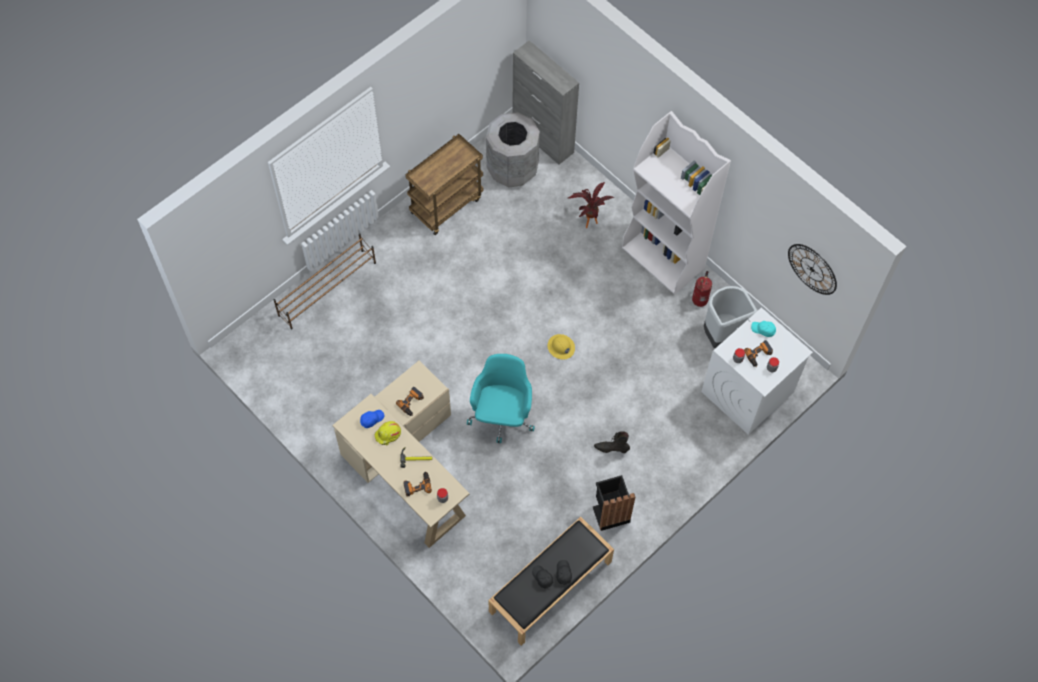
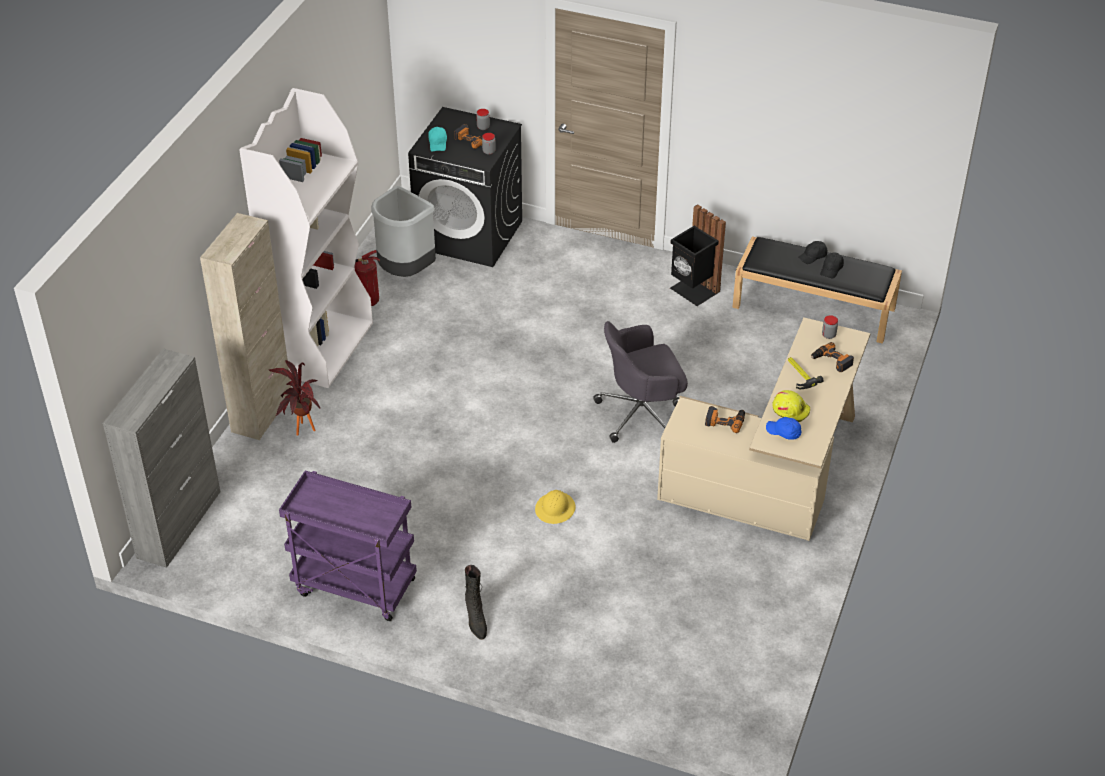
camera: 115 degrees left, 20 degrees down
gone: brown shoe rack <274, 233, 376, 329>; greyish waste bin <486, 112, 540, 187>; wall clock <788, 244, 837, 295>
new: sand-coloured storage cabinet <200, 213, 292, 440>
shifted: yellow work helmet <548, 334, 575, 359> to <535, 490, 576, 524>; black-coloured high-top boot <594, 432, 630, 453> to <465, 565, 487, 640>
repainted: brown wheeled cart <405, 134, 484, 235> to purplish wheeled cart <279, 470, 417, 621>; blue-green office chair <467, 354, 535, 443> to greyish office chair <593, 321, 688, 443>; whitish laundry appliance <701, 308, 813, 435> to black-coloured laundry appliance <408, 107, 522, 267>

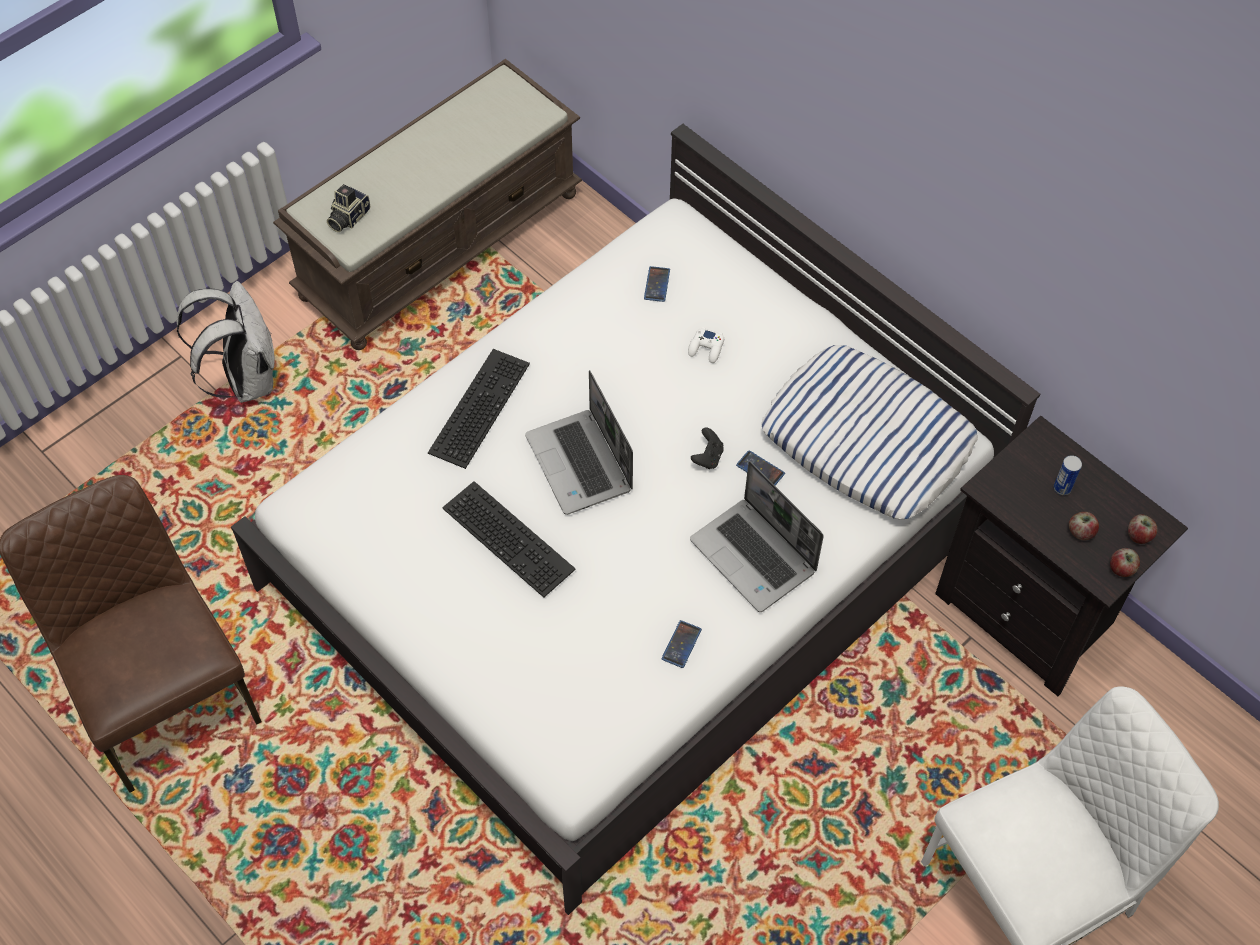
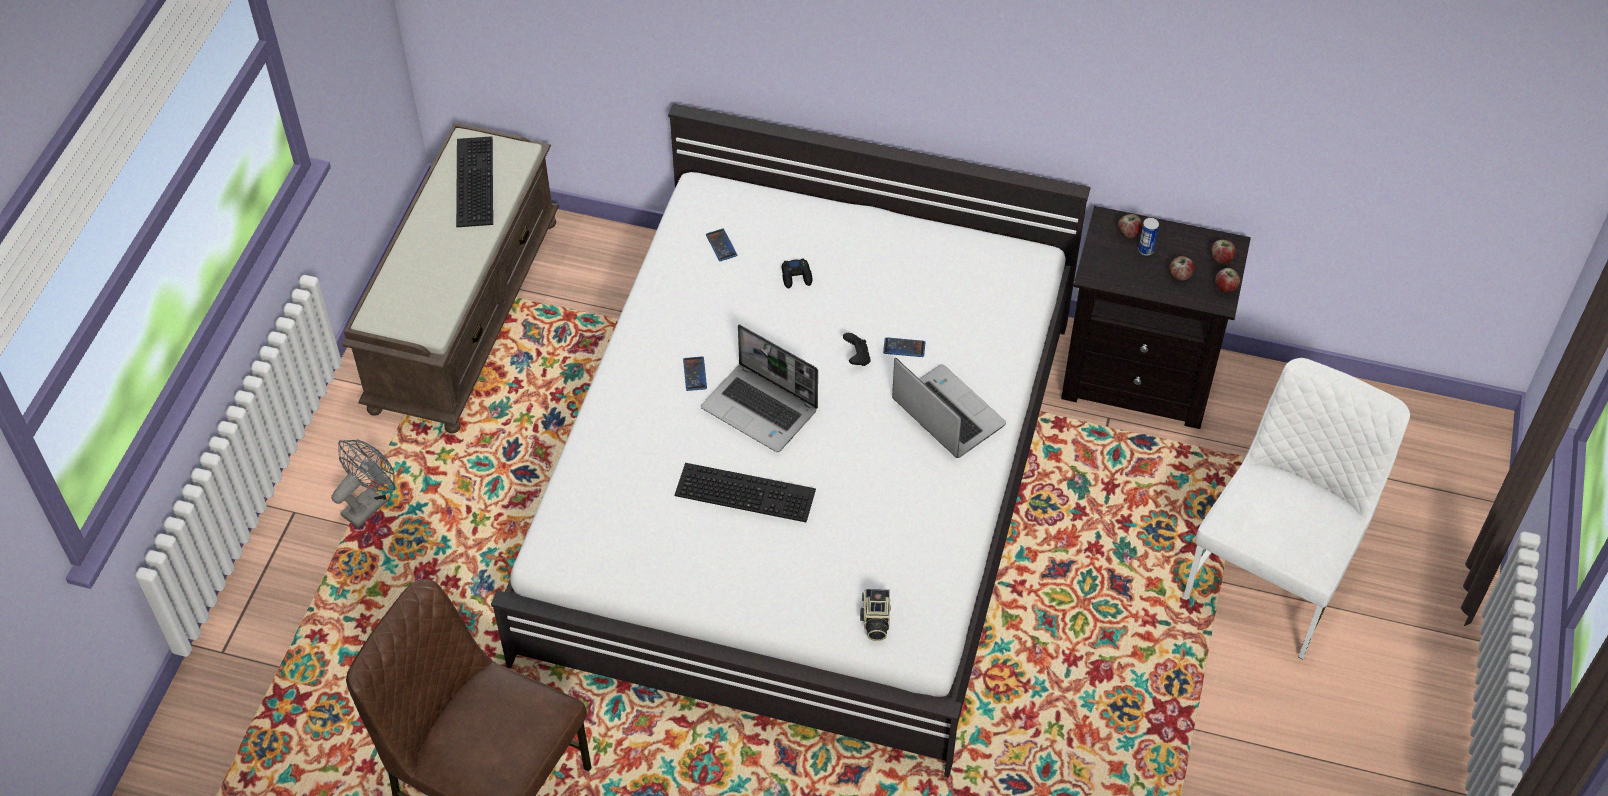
camera: 30 degrees left, 5 degrees down
gone: throw pillow <762, 345, 978, 520>
new: apple <1118, 214, 1143, 238>
shifted: photo camera <327, 185, 370, 232> to <860, 589, 891, 641>; keyboard <428, 349, 530, 469> to <456, 136, 493, 227>; handset <662, 620, 702, 668> to <683, 356, 707, 391>
swapped: whitish knapsack <177, 281, 275, 403> to greyish fan <331, 440, 395, 528>
repainted: whitish joypad <688, 327, 724, 363> to black-coloured joypad <782, 258, 812, 288>
rotated: notebook computer <690, 461, 824, 612> = <892, 358, 1006, 458> 150 degrees counterclockwise

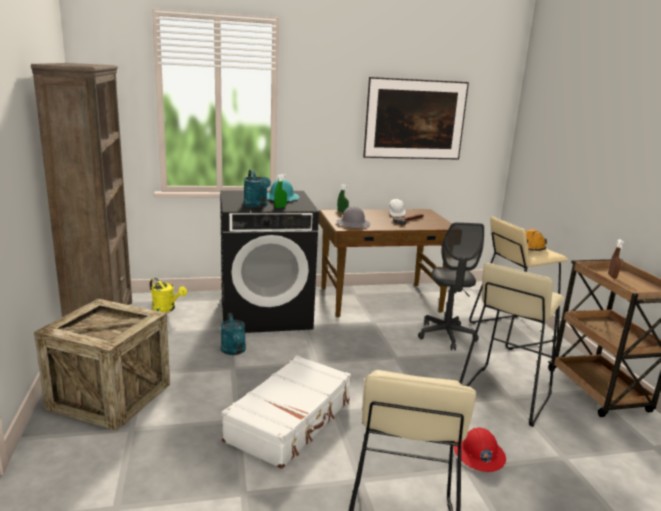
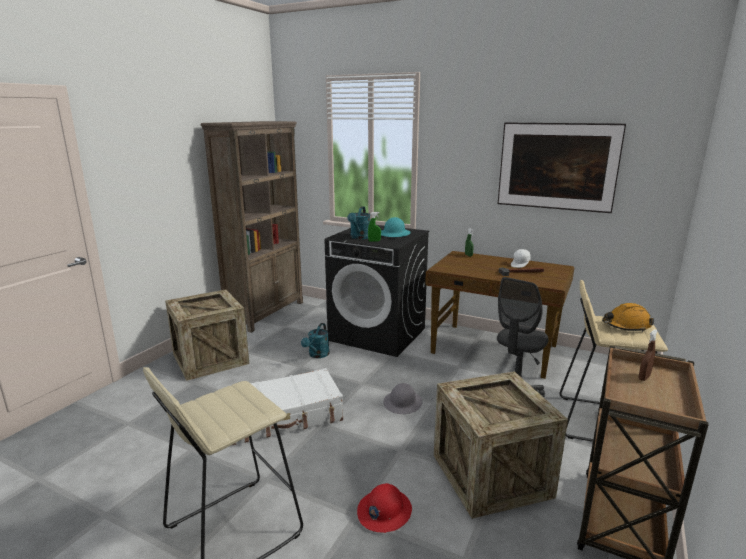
camera: 40 degrees right, 0 degrees up
gone: yellow watering pot <150, 278, 187, 312>
shifted: greyish work helmet <336, 206, 371, 228> to <383, 383, 423, 414>
swapped: sand-coloured sitting stool <459, 263, 564, 427> to packing crate <434, 371, 568, 519>

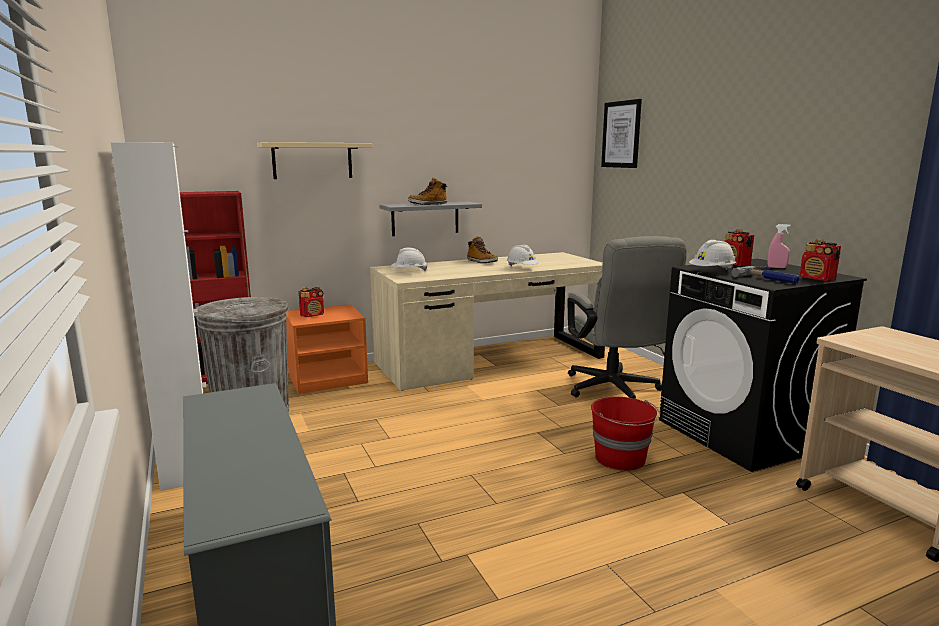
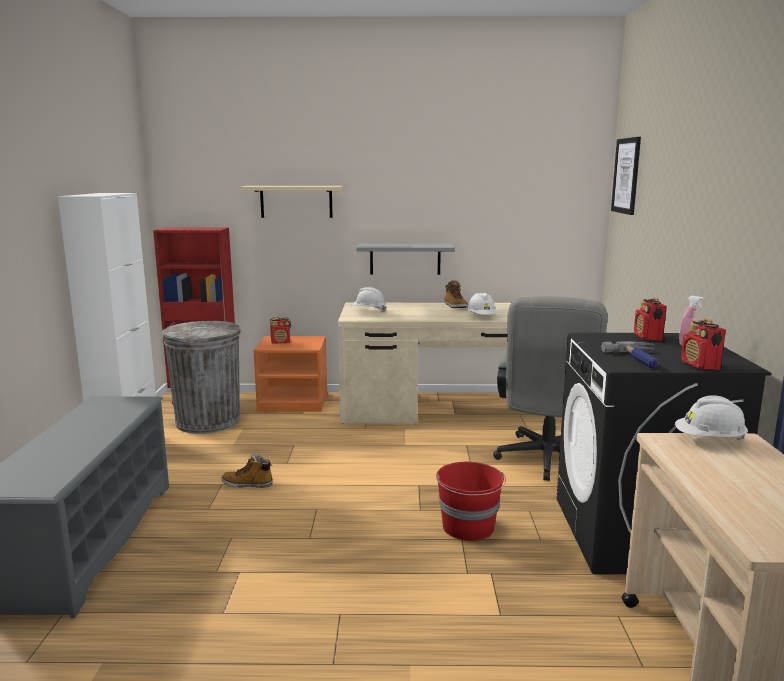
camera: 25 degrees right, 0 degrees up
shifted: high-top boot <408, 177, 447, 205> to <222, 453, 273, 488>; whitish work helmet <689, 240, 736, 270> to <675, 395, 748, 440>

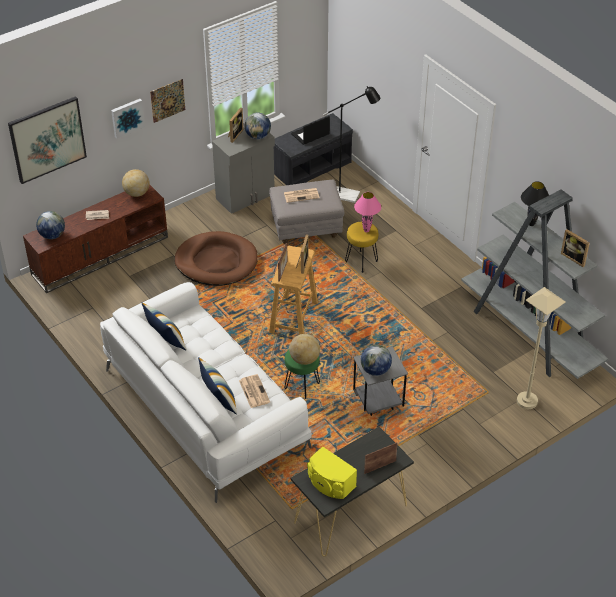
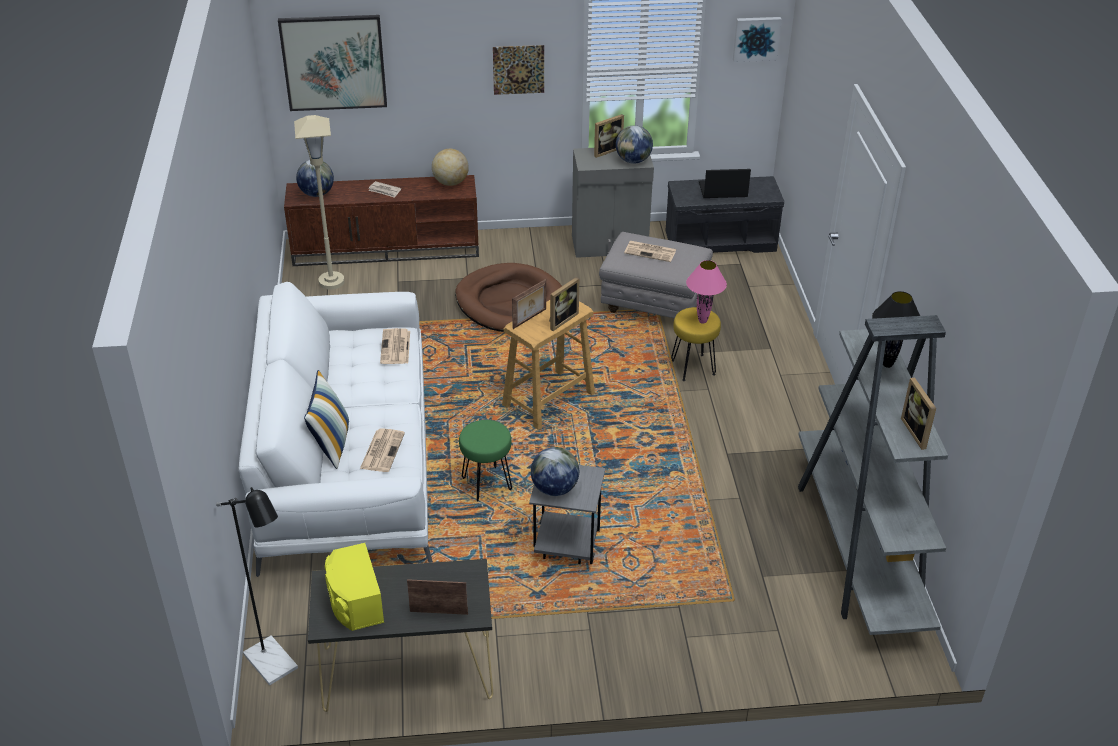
camera: 30 degrees right, 5 degrees down
gone: throw pillow <142, 303, 187, 350>; world globe <289, 334, 320, 365>
new: printed paper <380, 328, 410, 364>
shifted: wall art <111, 99, 145, 138> to <733, 17, 782, 62>; black-coloured standard lamp <323, 86, 381, 203> to <216, 487, 298, 685>; sand-coloured standard lamp <517, 287, 566, 409> to <294, 115, 345, 290>

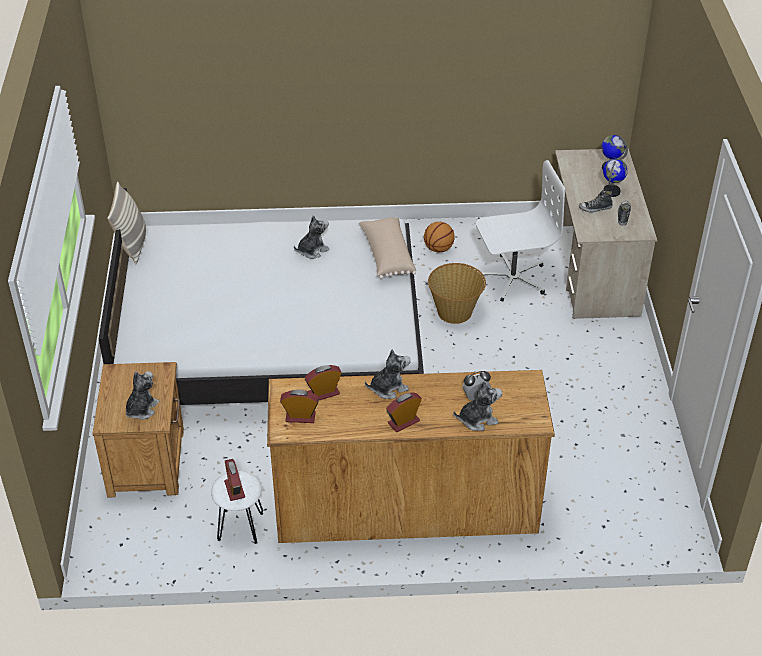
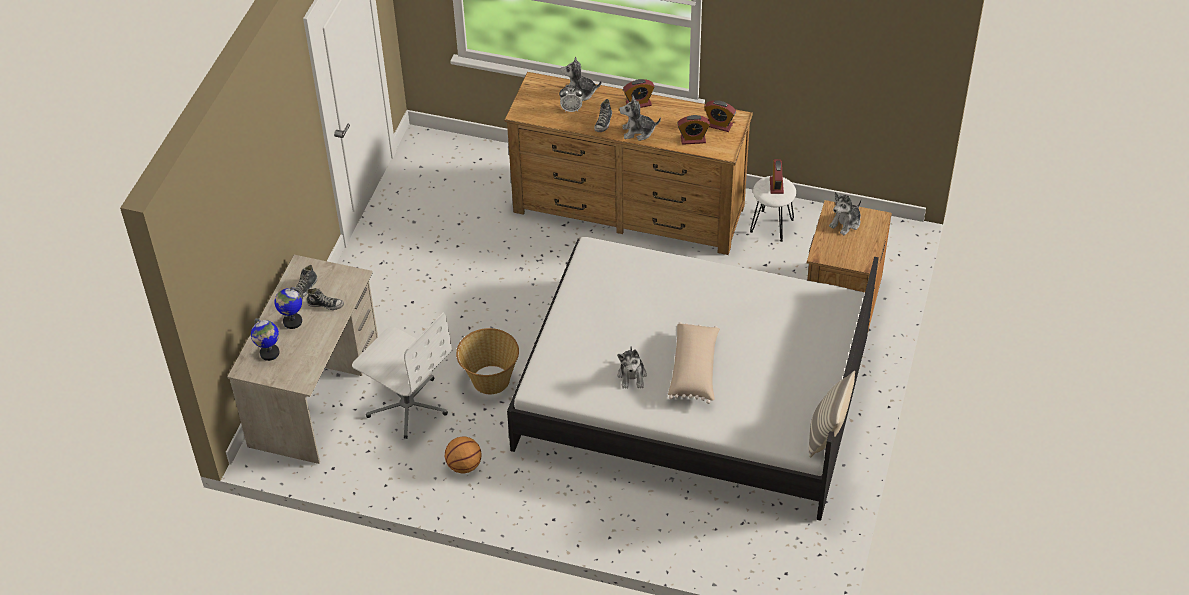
camera: 160 degrees left, 5 degrees up
new: shoe <594, 99, 612, 132>
shifted: sand-coloured throw pillow <359, 217, 416, 279> to <668, 322, 720, 404>
rotated: soft toy <294, 215, 330, 259> = <617, 346, 647, 389> 75 degrees counterclockwise; whitish office chair <476, 160, 565, 302> = <352, 313, 452, 439> 150 degrees counterclockwise

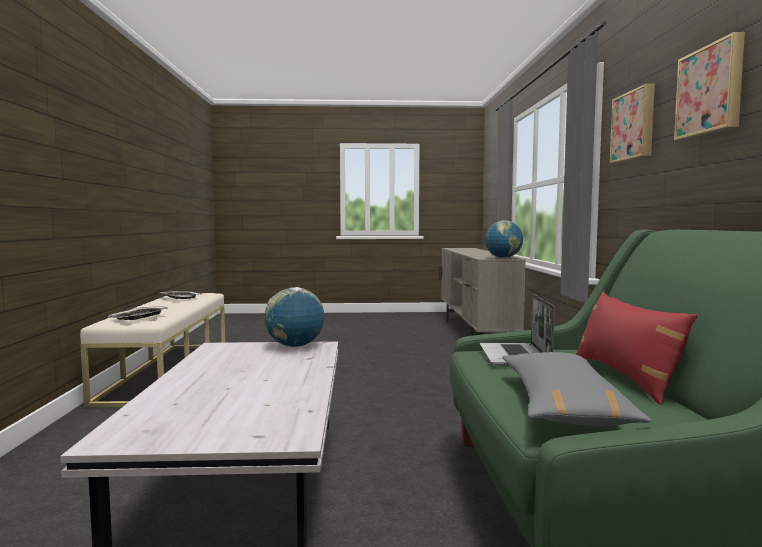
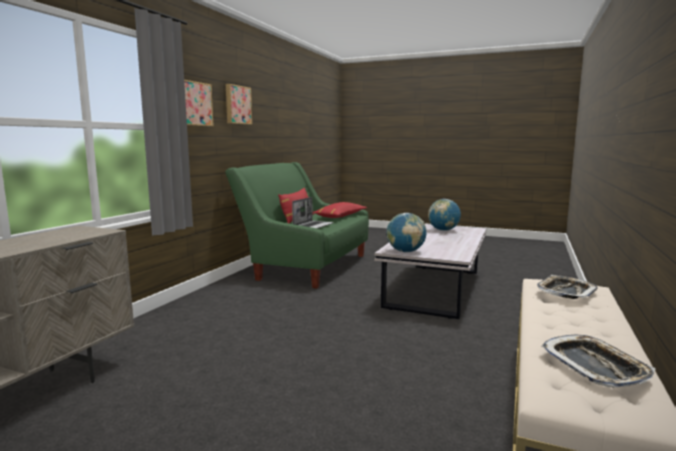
camera: 155 degrees left, 5 degrees up
shifted: world globe <485, 220, 523, 258> to <428, 199, 461, 231>
repainted: greyish throw pillow <503, 352, 652, 426> to reddish throw pillow <313, 202, 367, 218>

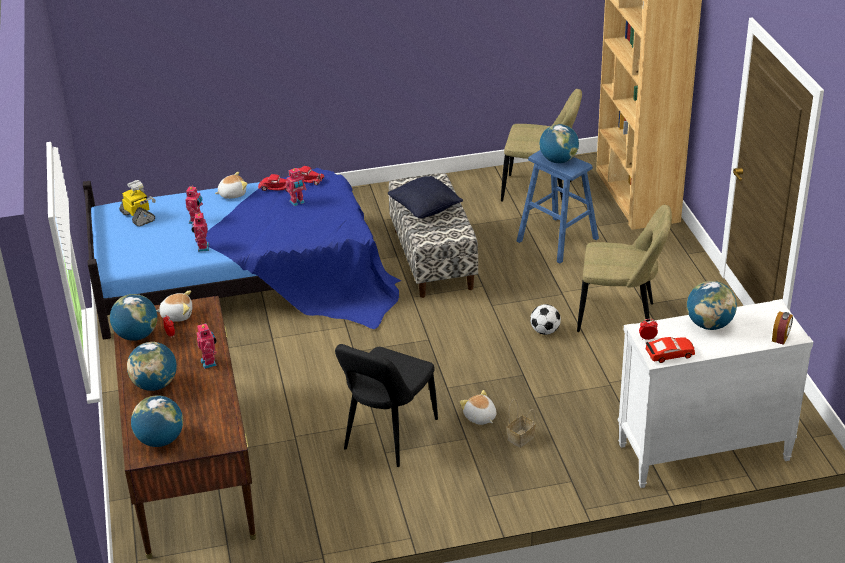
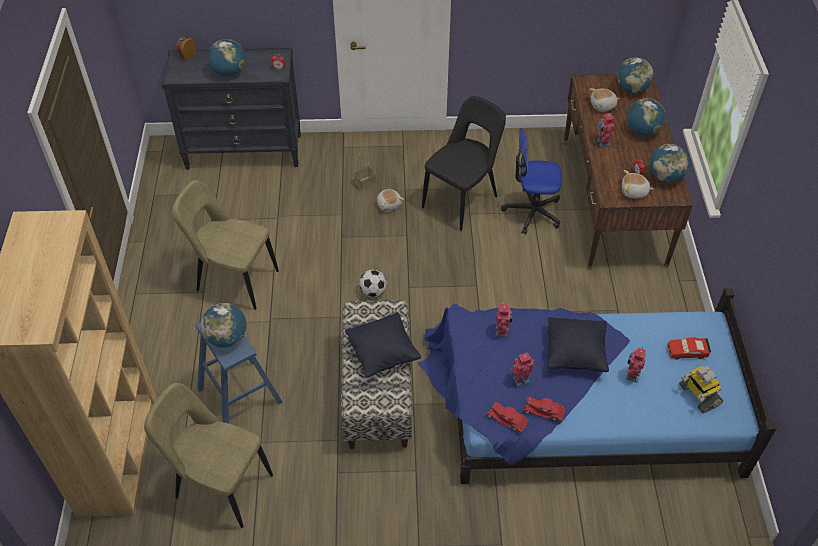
camera: 170 degrees left, 15 degrees up
new: office chair <501, 128, 562, 234>; black-coloured throw pillow <547, 317, 609, 372>
shifted: robot figure <192, 213, 209, 252> to <495, 302, 513, 337>; soft toy <215, 172, 248, 199> to <589, 88, 619, 112>; ball for football <530, 304, 561, 335> to <359, 270, 387, 297>; reddish model car <645, 337, 695, 363> to <667, 338, 711, 360>
repainted: whitish drawer chest <618, 299, 813, 488> to black-coloured drawer chest <162, 48, 301, 169>

